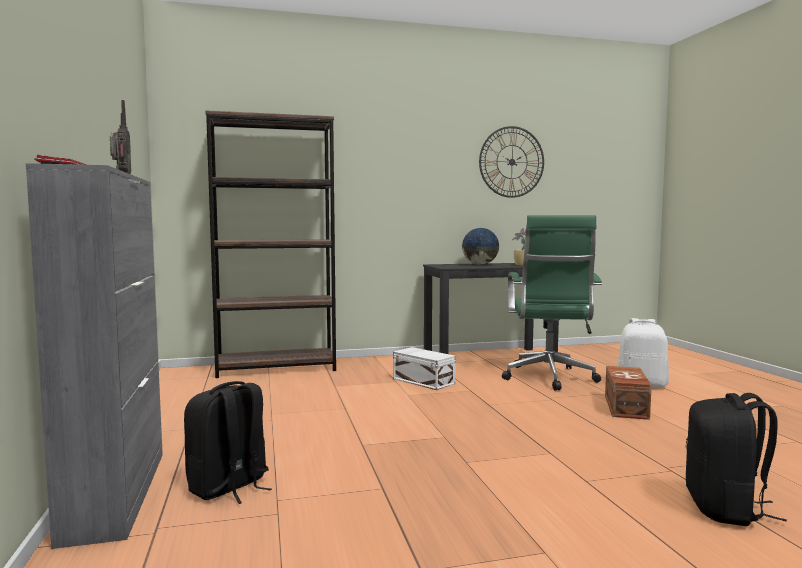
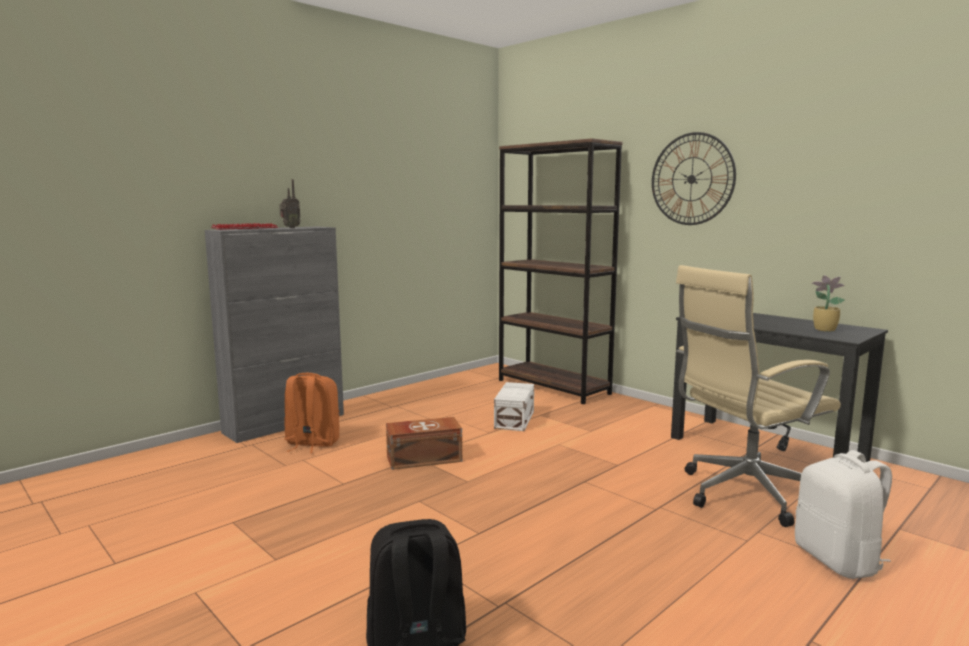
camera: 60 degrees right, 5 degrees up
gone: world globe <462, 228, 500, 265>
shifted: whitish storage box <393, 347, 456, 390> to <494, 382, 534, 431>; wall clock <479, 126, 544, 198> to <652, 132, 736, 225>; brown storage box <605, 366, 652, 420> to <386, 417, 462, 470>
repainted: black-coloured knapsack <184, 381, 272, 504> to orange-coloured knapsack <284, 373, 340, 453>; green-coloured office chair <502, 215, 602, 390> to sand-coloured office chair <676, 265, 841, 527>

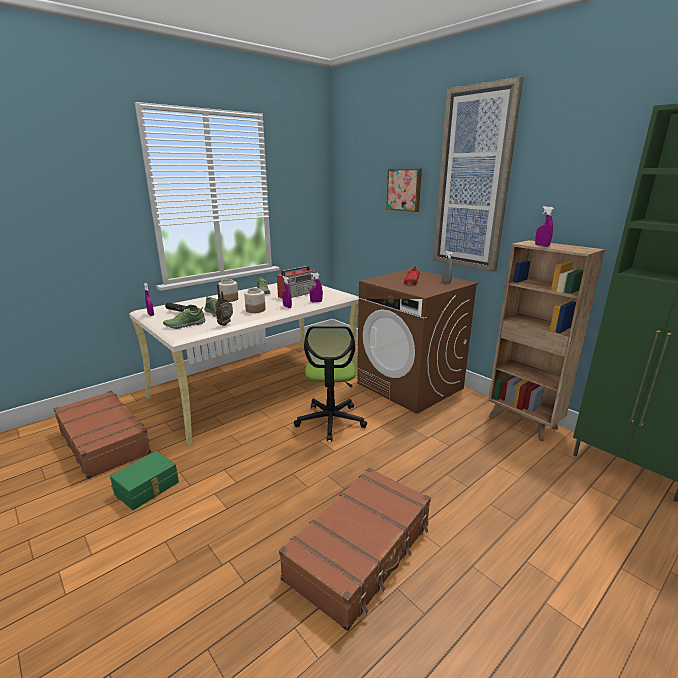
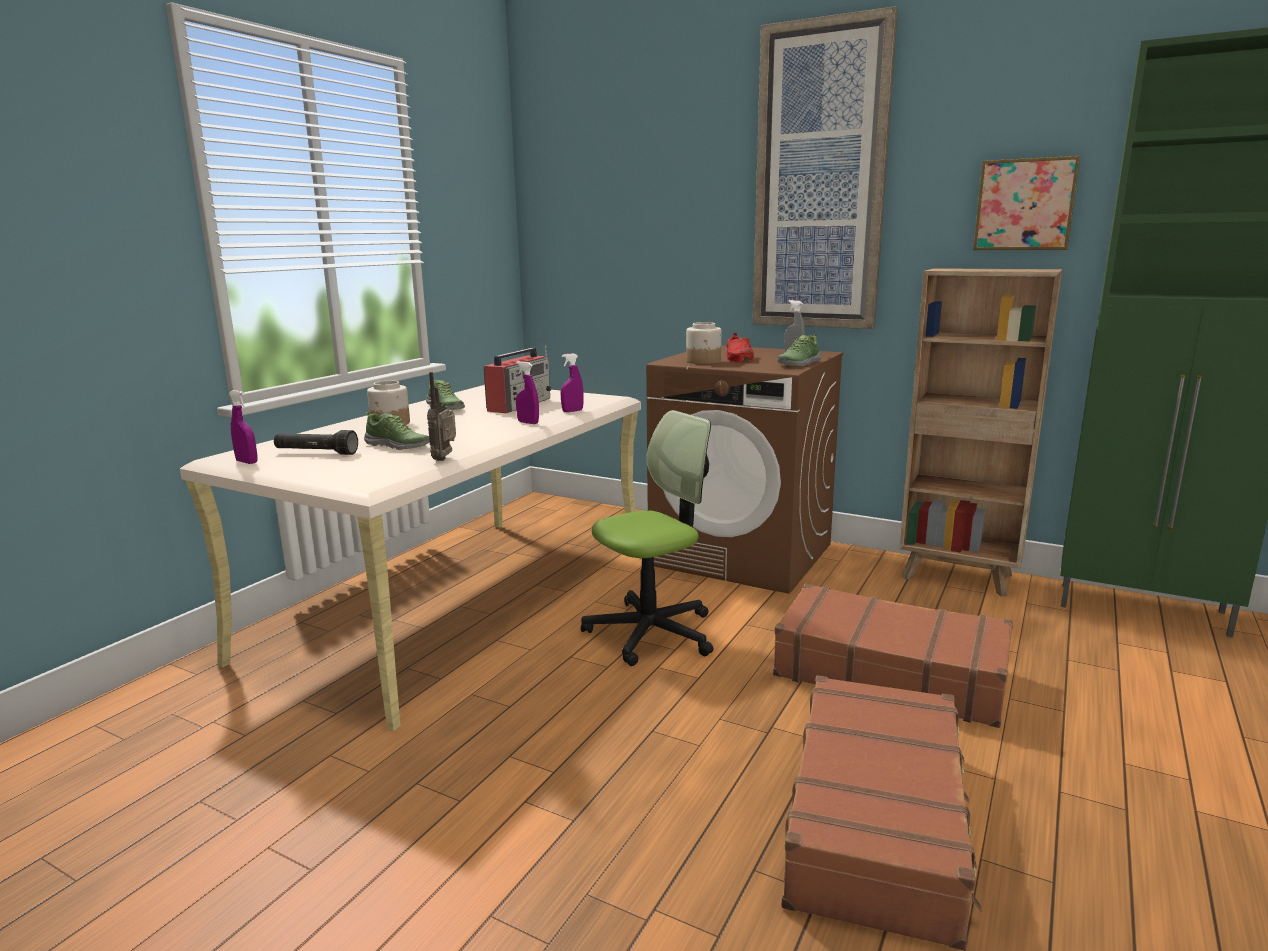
camera: 20 degrees left, 5 degrees down
gone: green-coloured storage box <110, 451, 179, 510>; purplish spray bottle <535, 206, 554, 247>
shifted: brown suitcase <54, 391, 151, 479> to <773, 584, 1013, 728>; shoe <163, 307, 206, 329> to <778, 334, 821, 367>; storage jar <244, 288, 266, 313> to <686, 322, 721, 364>; wall art <386, 169, 422, 212> to <973, 156, 1080, 250>
rotated: office chair <294, 326, 367, 441> = <581, 410, 713, 666> 105 degrees counterclockwise

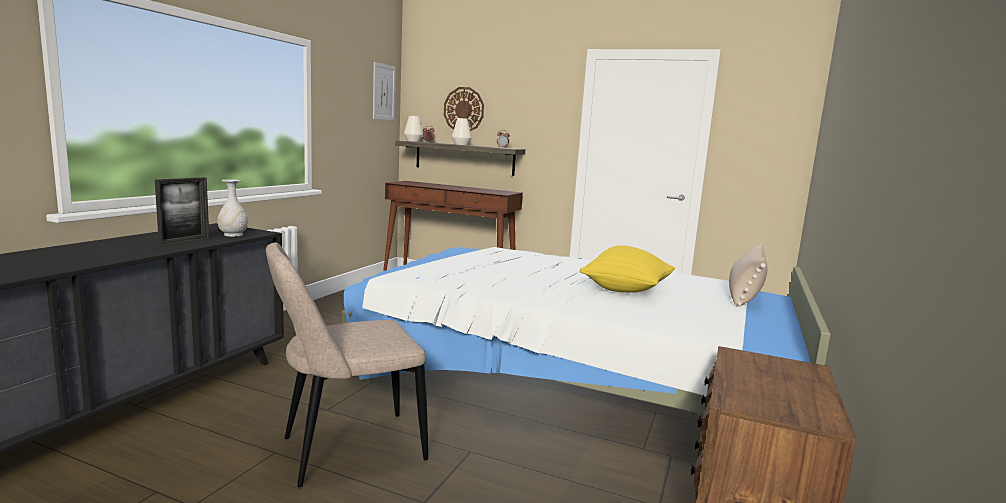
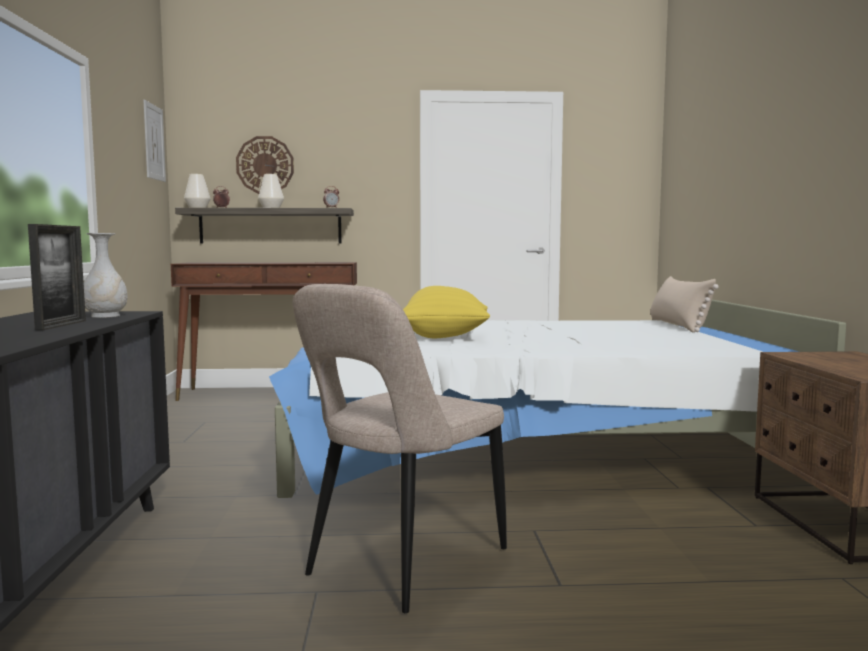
camera: 25 degrees left, 5 degrees down
shifted: yellow throw pillow <580, 245, 675, 292> to <403, 286, 490, 338>

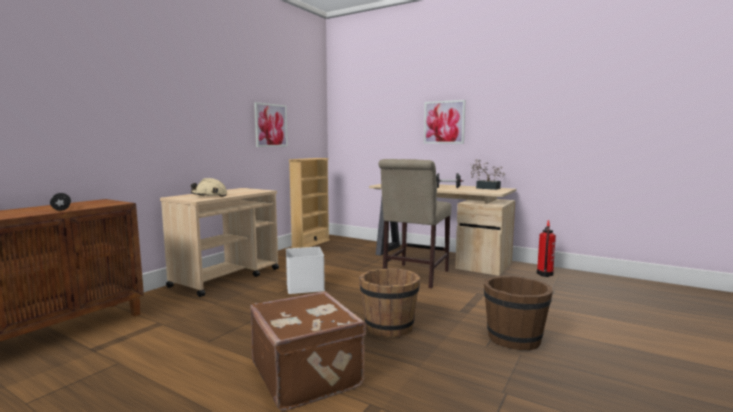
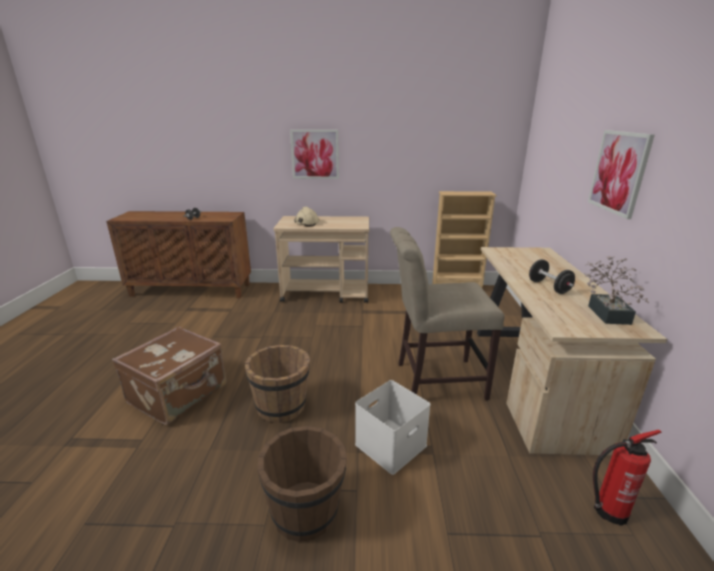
camera: 60 degrees right, 15 degrees up
shifted: wall art <254, 102, 288, 147> to <290, 130, 339, 179>; whitish storage box <286, 247, 325, 294> to <355, 380, 431, 475>

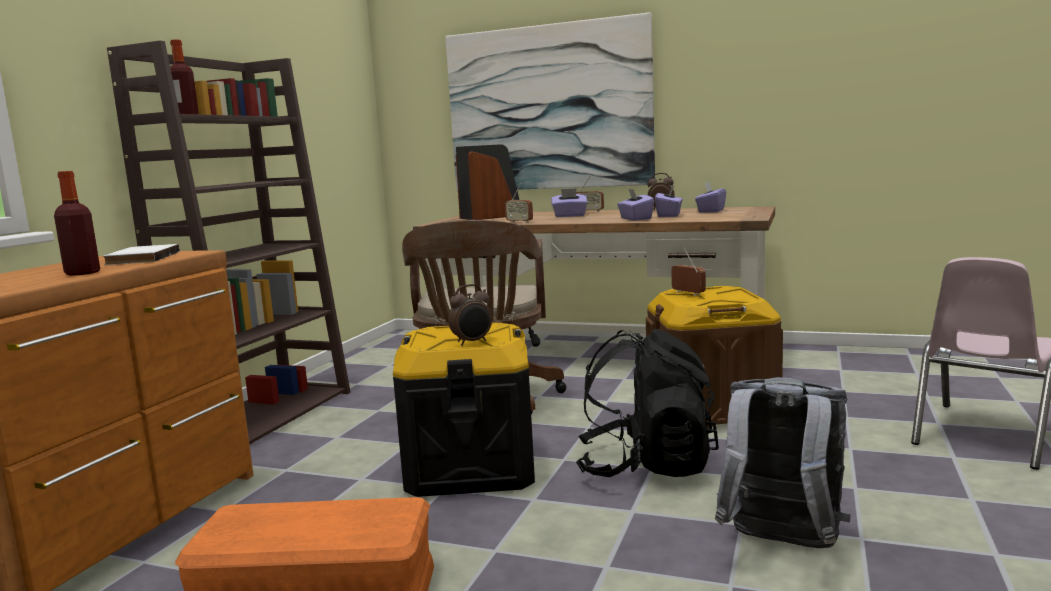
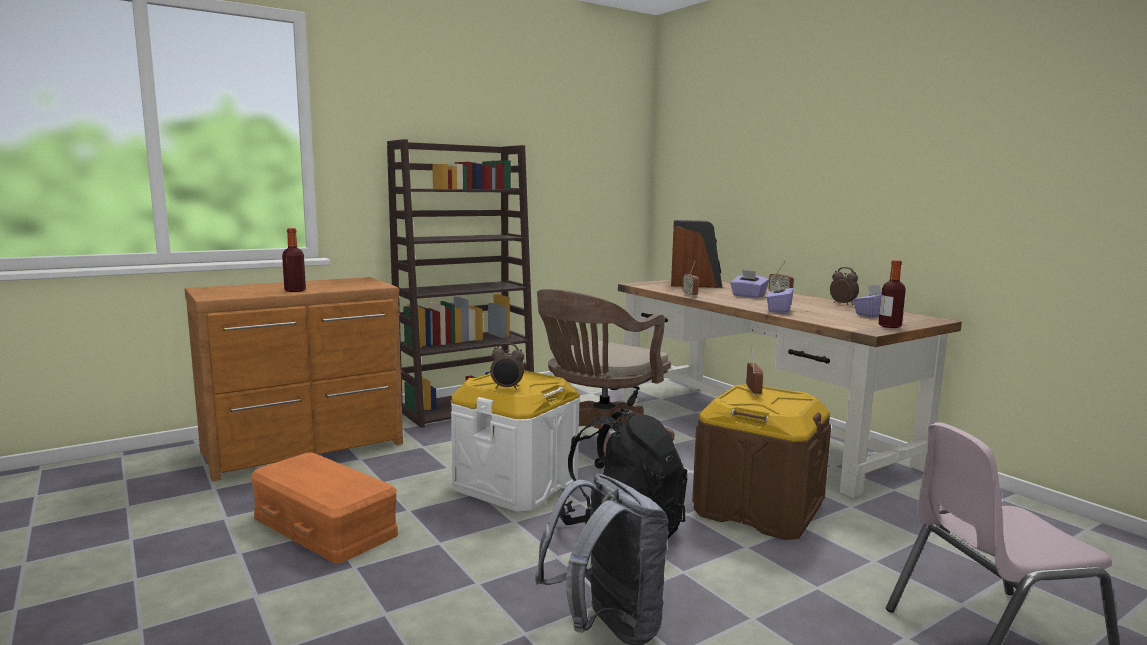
camera: 35 degrees right, 0 degrees up
gone: whitish book <103, 244, 180, 265>; wall art <445, 12, 655, 192>; purplish box of tissues <655, 186, 683, 217>
shifted: drink bottle <170, 40, 199, 114> to <879, 260, 906, 328>
repainted: black-coloured storage box <393, 322, 535, 497> to whitish storage box <451, 370, 580, 512>

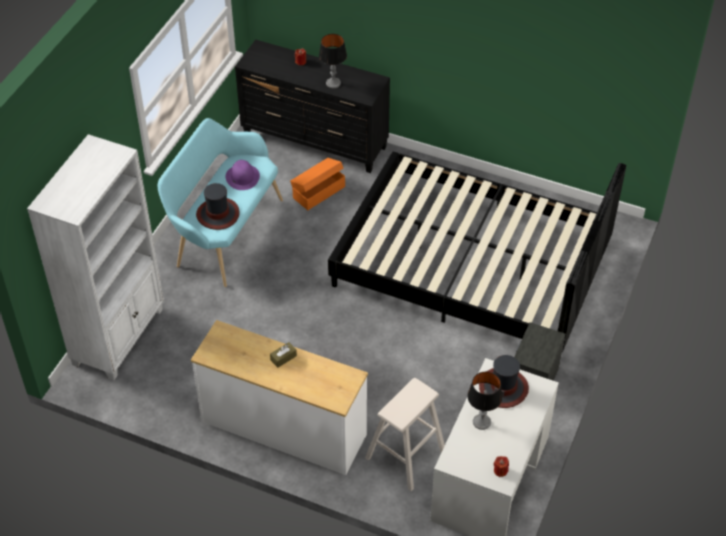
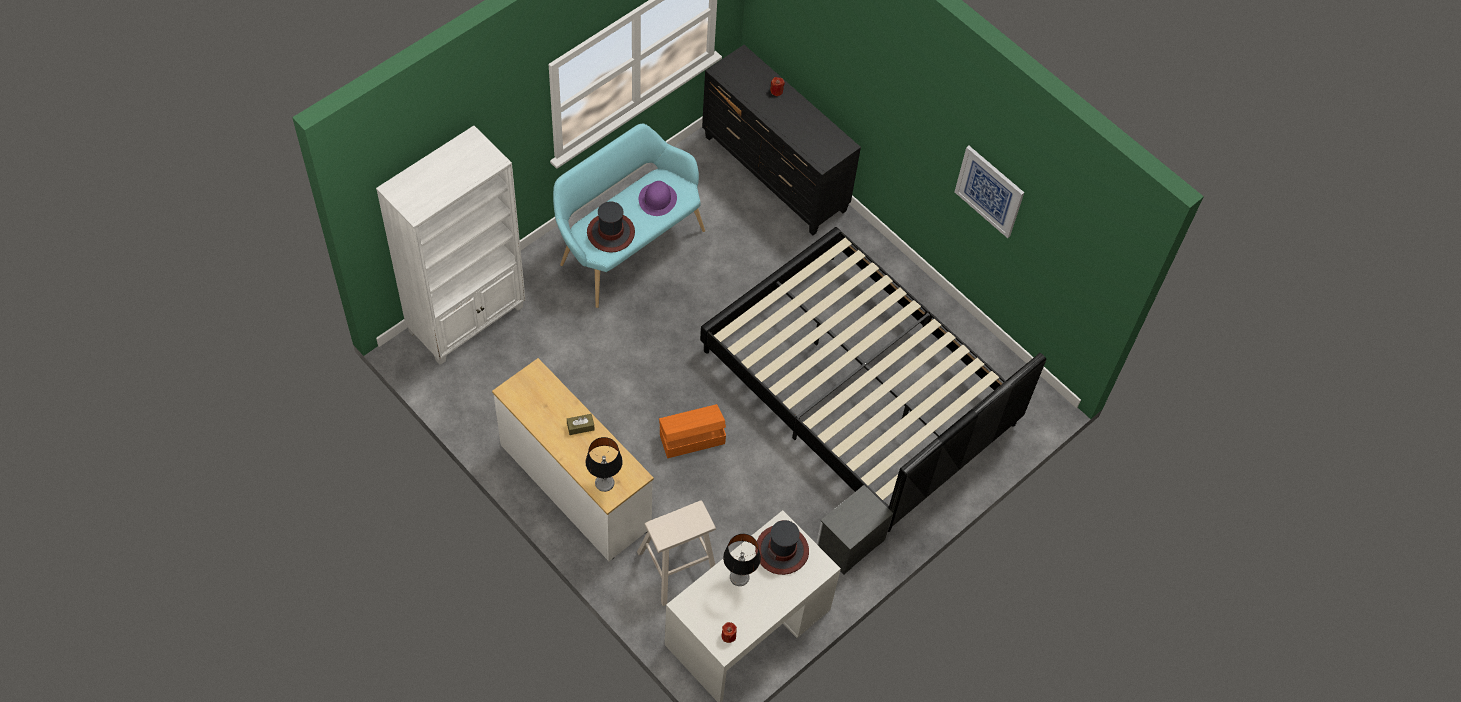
camera: 20 degrees right, 10 degrees up
new: wall art <955, 146, 1024, 238>
shifted: orange-coloured storage box <290, 158, 345, 210> to <659, 404, 726, 458>; table lamp <319, 34, 347, 88> to <586, 437, 623, 492>

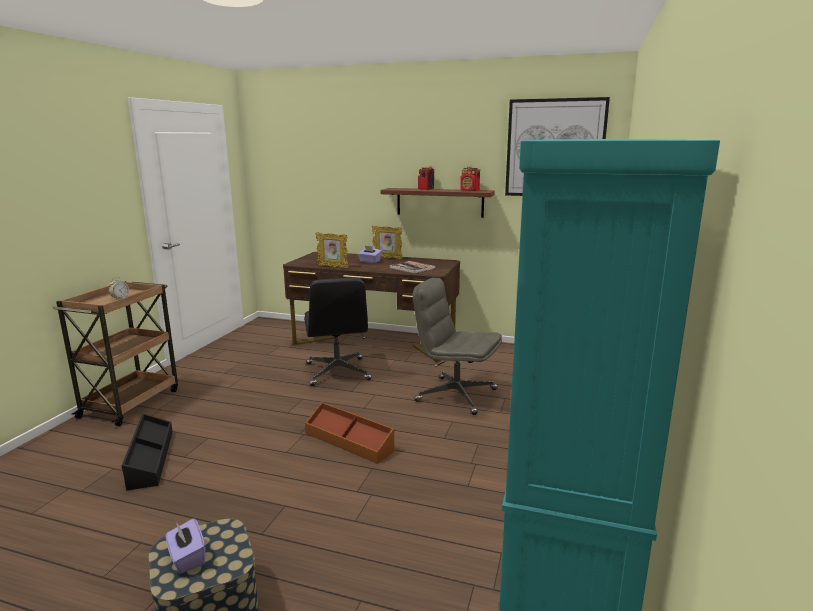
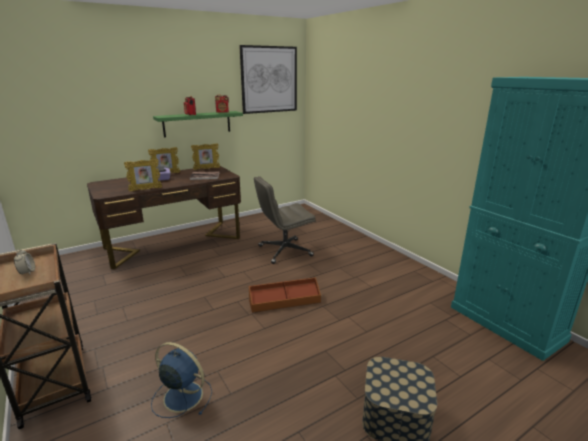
camera: 50 degrees left, 5 degrees up
gone: purplish box of tissues <166, 518, 205, 574>; black-coloured office chair <304, 278, 371, 386>
new: photo frame <191, 144, 220, 170>
swapped: black-coloured storage box <121, 414, 173, 491> to blue fan <151, 342, 212, 418>
repainted: brown wall shelf <380, 188, 495, 218> to green-coloured wall shelf <153, 111, 243, 137>

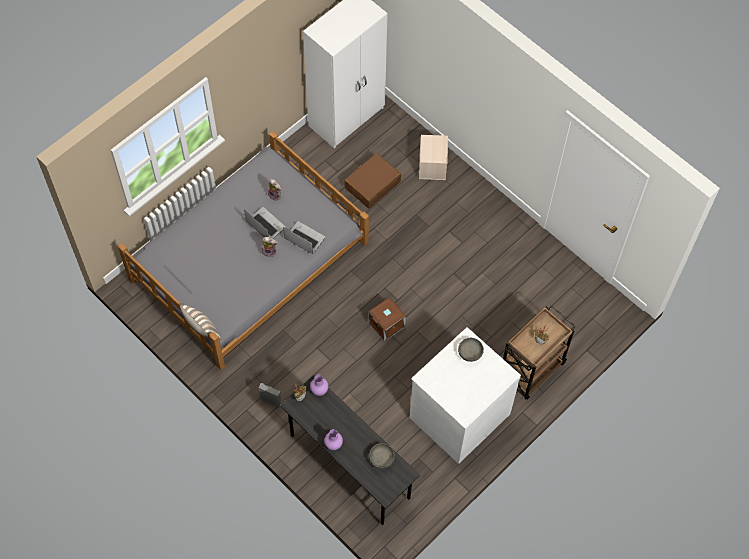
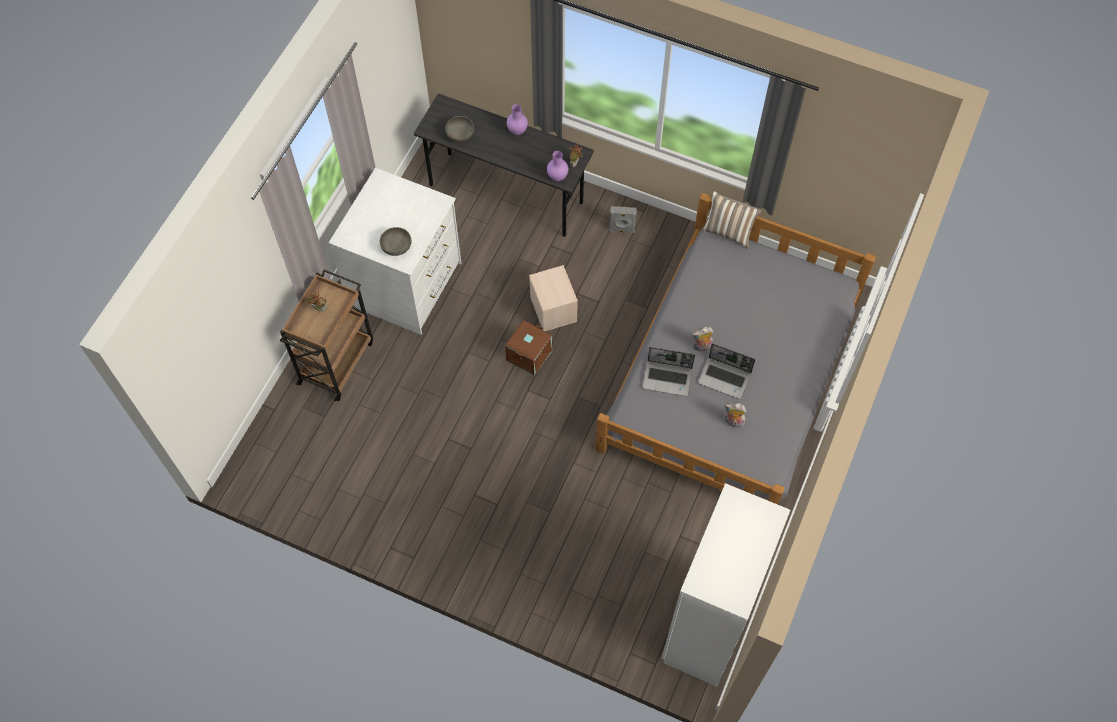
camera: 160 degrees right, 0 degrees up
gone: brown suitcase <345, 153, 401, 209>
shifted: sand-coloured storage box <419, 135, 448, 180> to <529, 265, 578, 331>

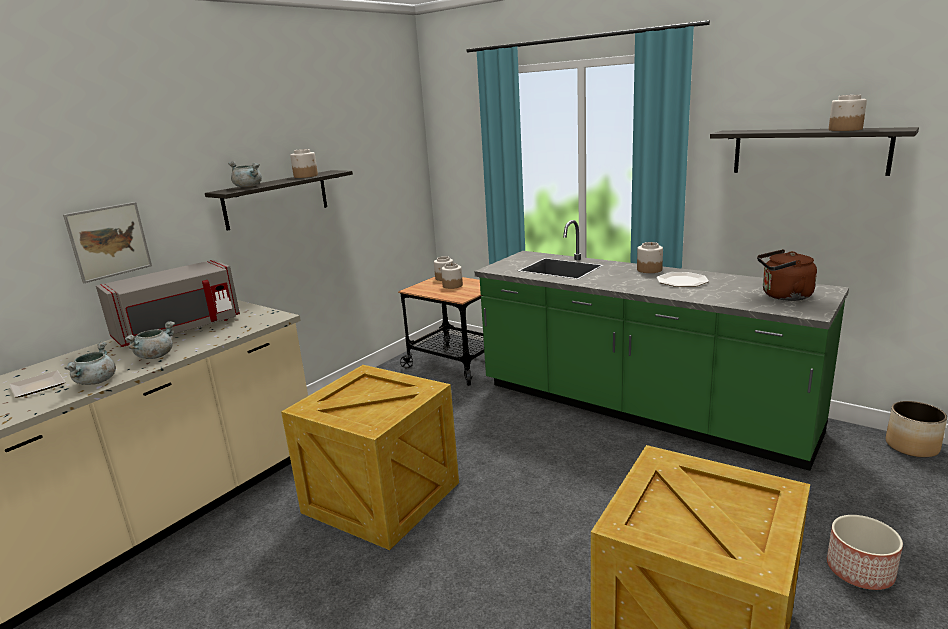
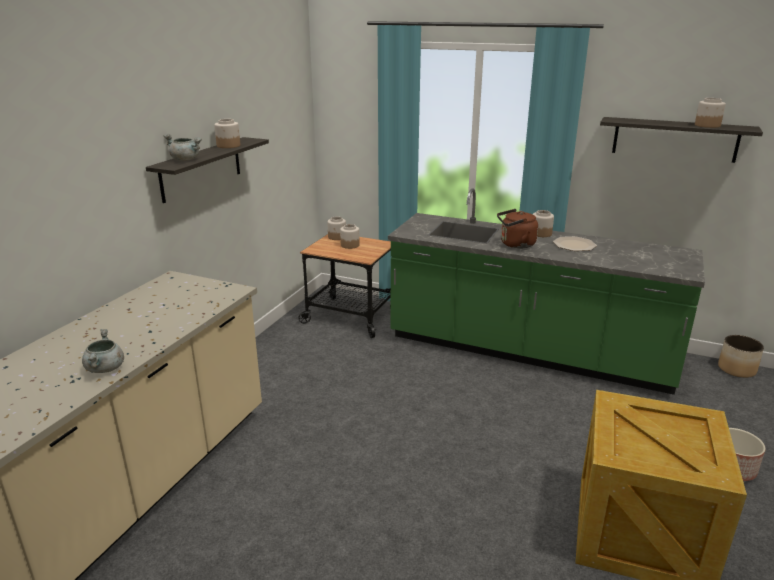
camera: 15 degrees left, 5 degrees up
gone: plate <9, 371, 65, 398>; wall art <63, 202, 152, 283>; greyish microwave oven <96, 260, 240, 347>; greyish cooking pot <125, 321, 175, 359>; packing crate <281, 365, 459, 550>
shifted: brown tea kettle <757, 249, 817, 301> to <497, 209, 538, 249>

